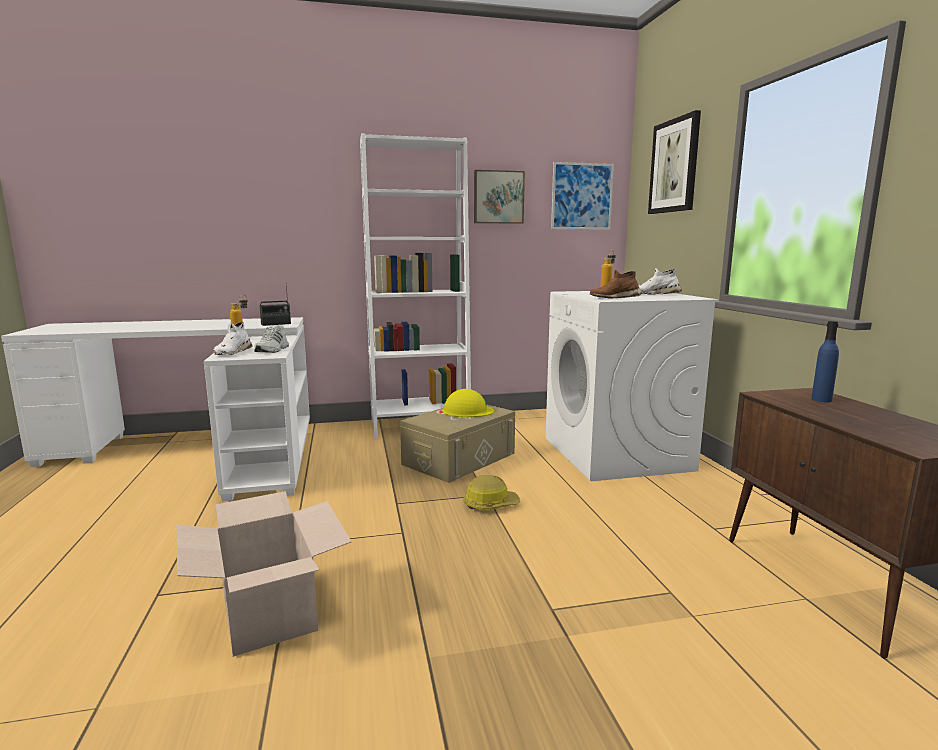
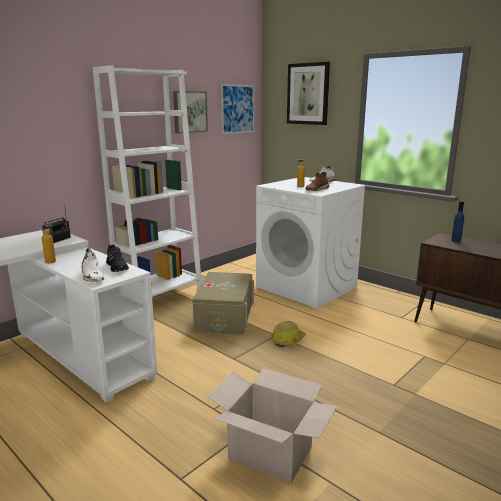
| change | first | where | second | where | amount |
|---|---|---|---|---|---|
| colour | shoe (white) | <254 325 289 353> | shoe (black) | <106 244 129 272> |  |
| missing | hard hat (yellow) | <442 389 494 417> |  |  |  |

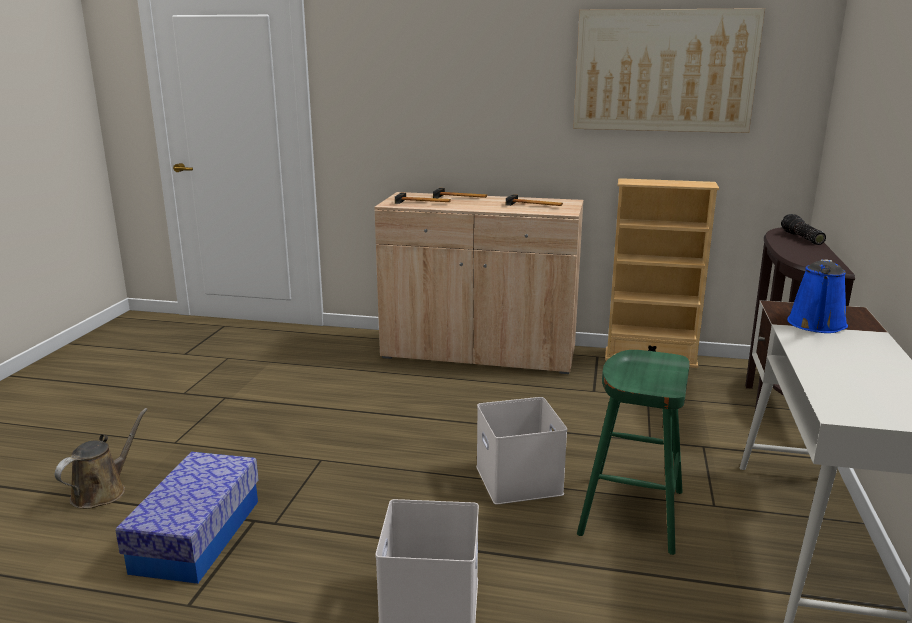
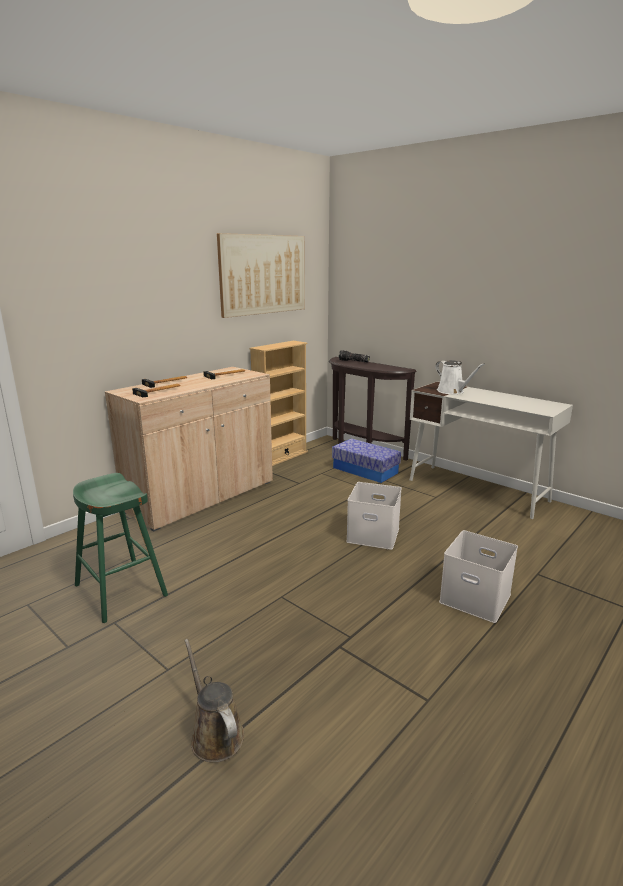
| change | first | where | second | where | amount |
|---|---|---|---|---|---|
| relocated | storage box | <115 452 259 584> |  | <332 438 401 483> |  |
| relocated | stool (green) | <577 350 689 555> |  | <73 473 168 623> |  |
| colour | watering can (blue) | <787 259 848 333> | watering can (white) | <435 360 485 394> |  |

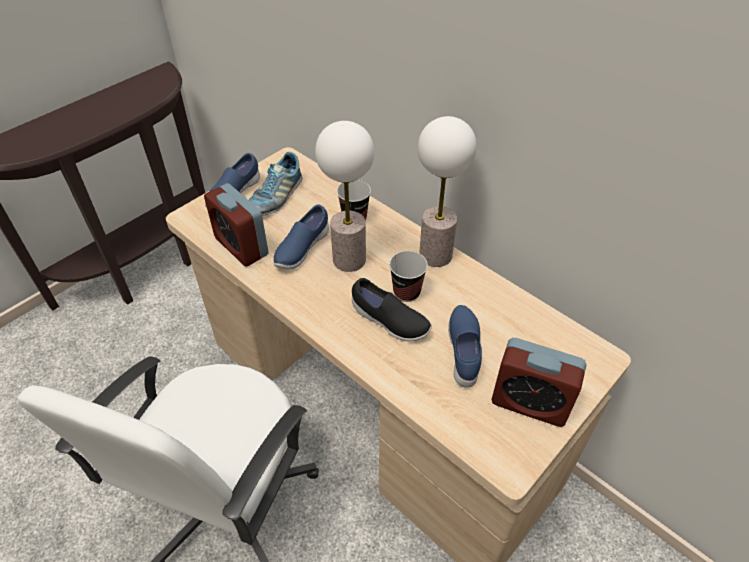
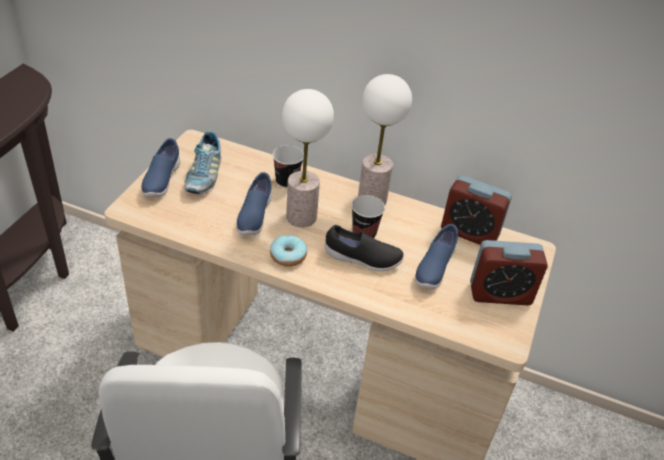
| change | first | where | second | where | amount |
|---|---|---|---|---|---|
| relocated | alarm clock | <204 183 269 267> |  | <441 175 512 245> |  |
| spun | shoe (blue) | <448 305 482 388> |  | <415 224 458 289> | 135 degrees counterclockwise |
| appeared |  |  | donut | <270 235 307 267> |  |

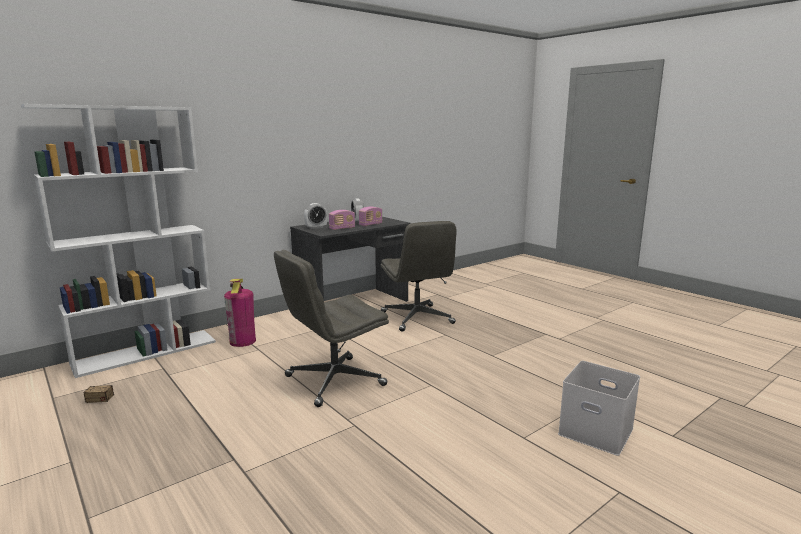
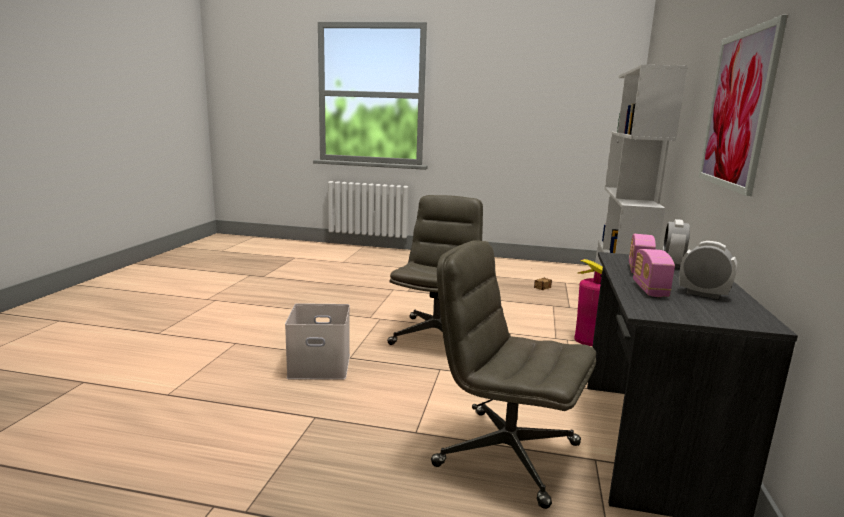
| change | first | where | second | where | amount |
|---|---|---|---|---|---|
| relocated | storage box (white) | <558 361 640 456> |  | <285 303 350 380> |  |
| appeared |  |  | picture | <698 15 788 196> |  |

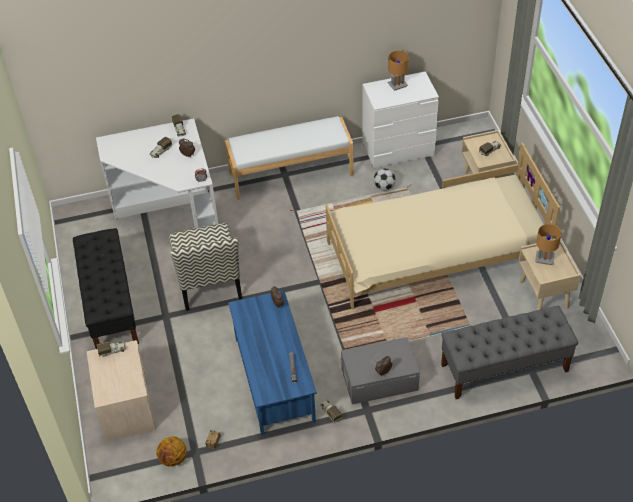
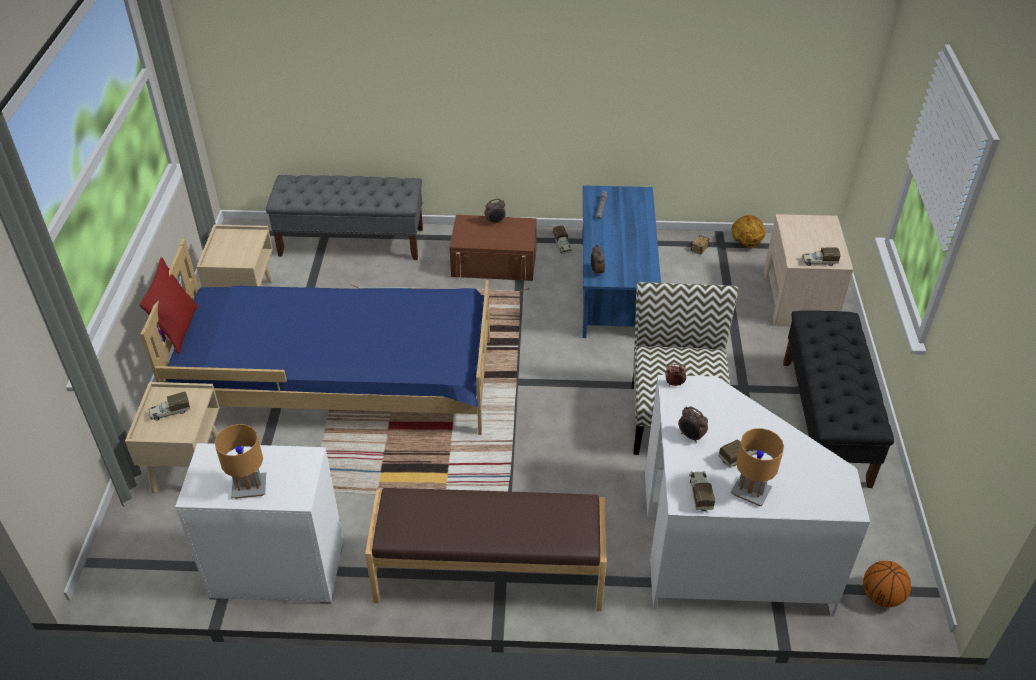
| change | first | where | second | where | amount |
|---|---|---|---|---|---|
| colour | bench (white) | <225 116 354 200> | bench (brown) | <365 488 607 611> |  |
| colour | bed (beige) | <326 142 560 309> | bed (blue) | <140 239 490 435> |  |
| colour | storage box (grey) | <341 337 420 404> | storage box (brown) | <449 215 537 281> |  |
| missing | football | <374 169 396 191> |  |  |  |
| relocated | table lamp (brown) | <535 224 562 265> |  | <730 428 784 506> |  |
| appeared |  |  | pillow (red) | <140 257 198 354> |  |
| appeared |  |  | basketball | <863 561 911 607> |  |

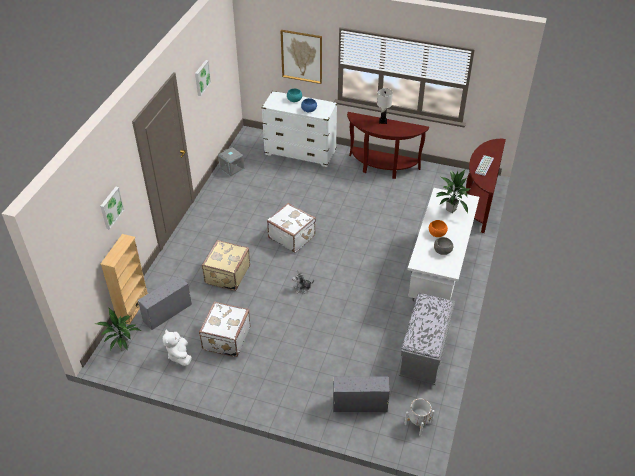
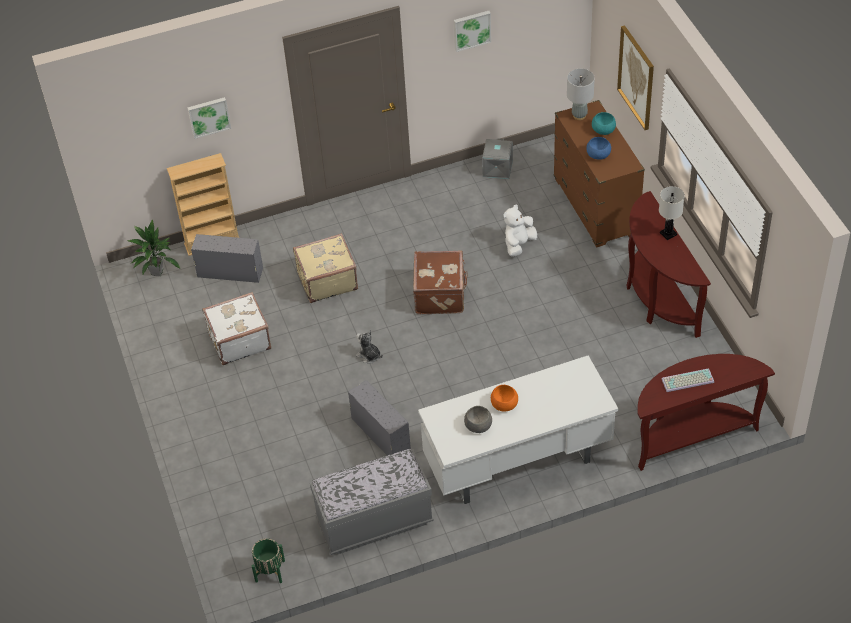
| change | first | where | second | where | amount |
|---|---|---|---|---|---|
| relocated | plush toy (white) | <163 329 192 366> |  | <504 205 537 257> |  |
| colour | dresser (white) | <261 91 337 167> | dresser (brown) | <554 100 645 247> |  |
| colour | suitcase (white) | <267 203 316 253> | suitcase (brown) | <413 251 468 314> |  |
| relocated | storage box (grey) | <333 377 390 412> |  | <348 380 411 456> |  |
| colour | planter (white) | <404 398 434 436> | planter (green) | <252 538 285 583> |  |
| missing | potted plant | <436 170 470 213> |  |  |  |
| appeared |  |  | table lamp (grey) | <567 69 595 120> |  |

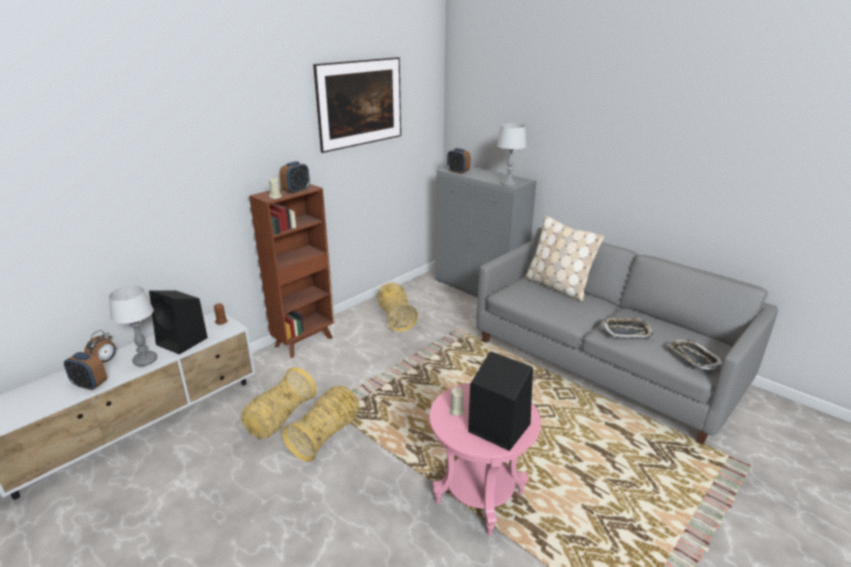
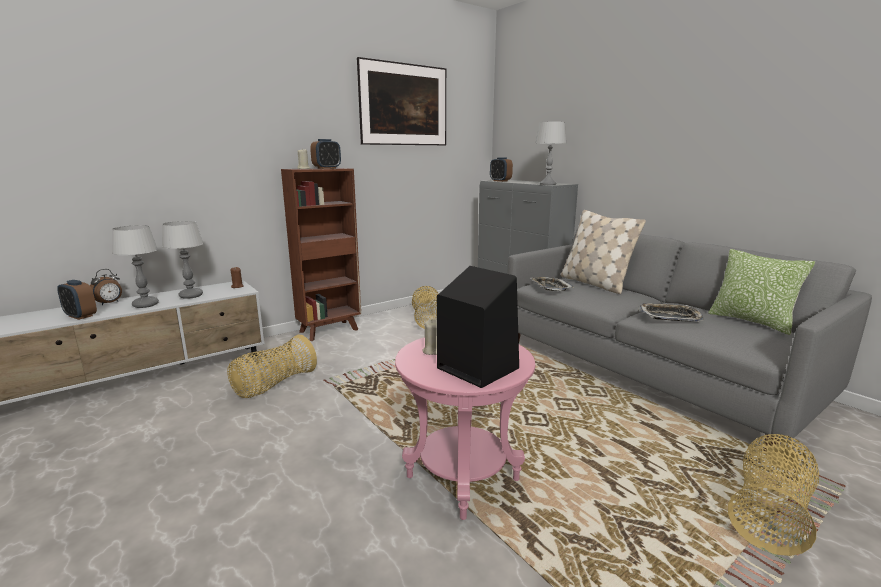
| change | first | where | second | where | amount |
|---|---|---|---|---|---|
| exchanged | speaker (black) | <149 290 208 355> | table lamp | <162 221 203 299> |  |
| relocated | basket | <282 386 359 462> |  | <728 434 819 556> |  |
| relocated | tray | <667 339 723 370> |  | <531 277 574 291> |  |
| appeared |  |  | pillow | <708 249 815 335> |  |

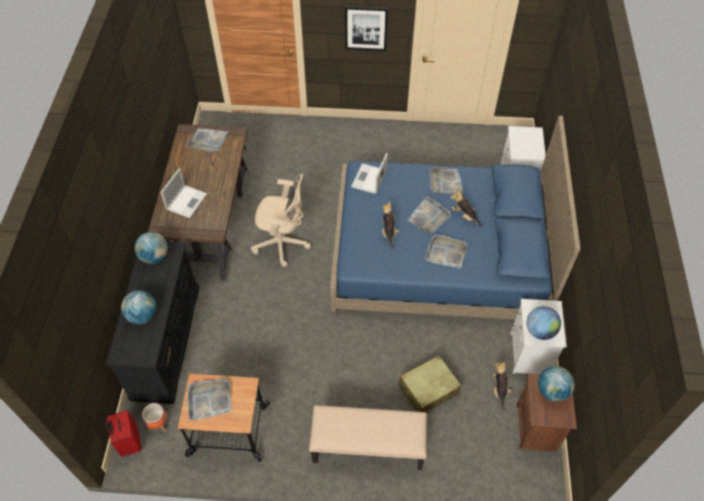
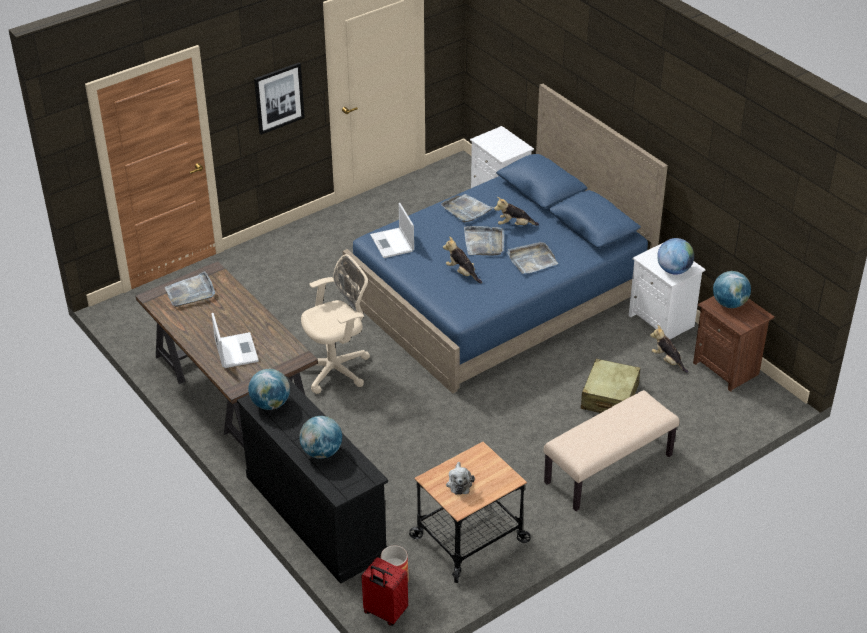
| change | first | where | second | where | amount |
|---|---|---|---|---|---|
| exchanged | tray (grey) | <187 378 232 421> | plush toy | <446 462 475 495> |  |

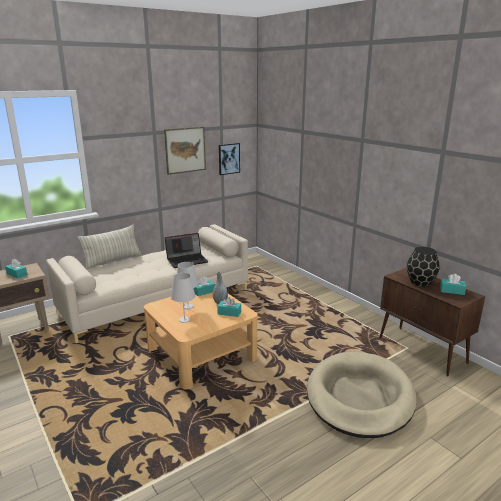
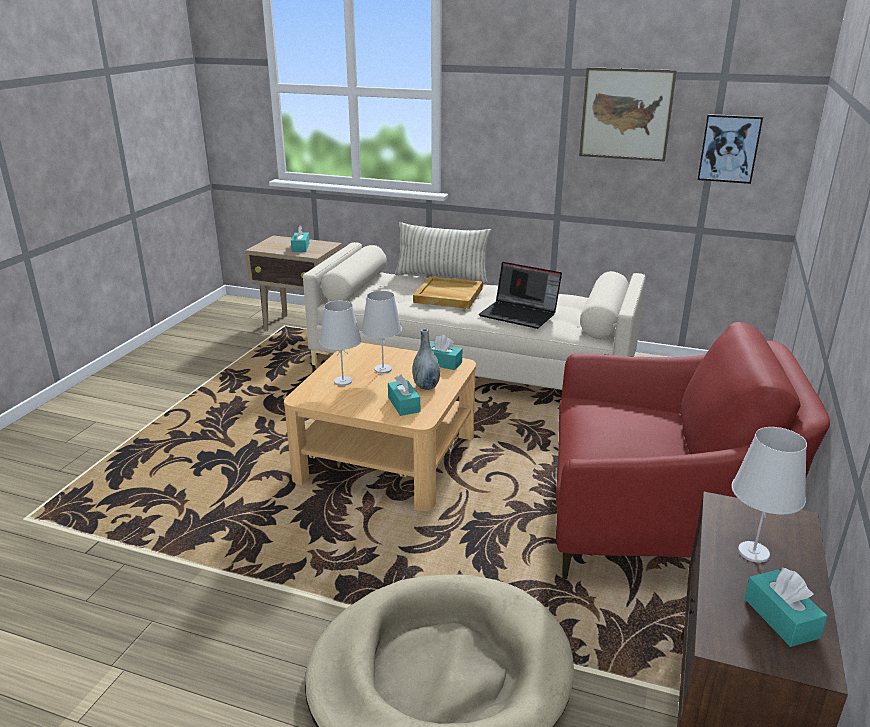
| change | first | where | second | where | amount |
|---|---|---|---|---|---|
| exchanged | vase (black) | <407 247 440 286> | table lamp (white) | <731 427 807 563> |  |
| appeared |  |  | tray (beige) | <413 276 483 309> |  |
| appeared |  |  | armchair (red) | <556 322 830 579> |  |

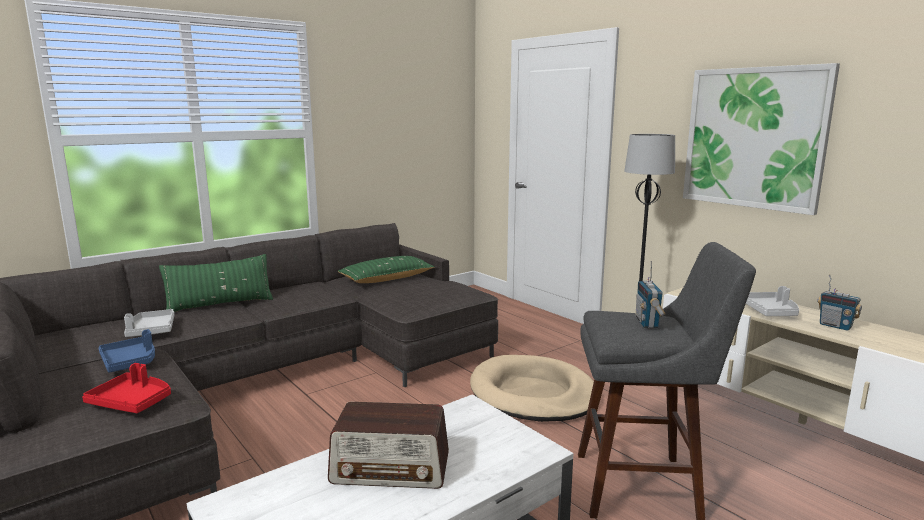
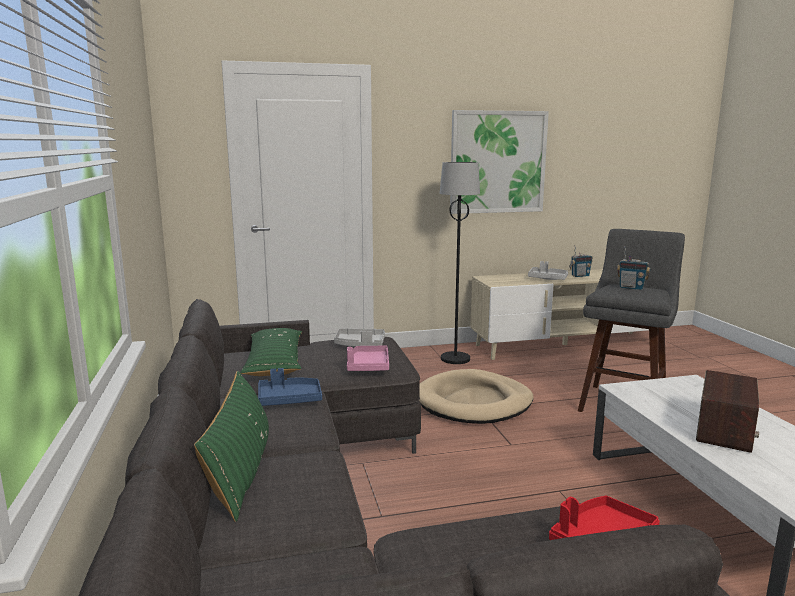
| change | first | where | second | where | amount |
|---|---|---|---|---|---|
| relocated | tray (blue) | <99 329 155 373> |  | <258 368 322 406> |  |
| relocated | tray (grey) | <124 309 175 337> |  | <334 328 385 347> |  |
| appeared |  |  | tray (pink) | <347 346 389 371> |  |

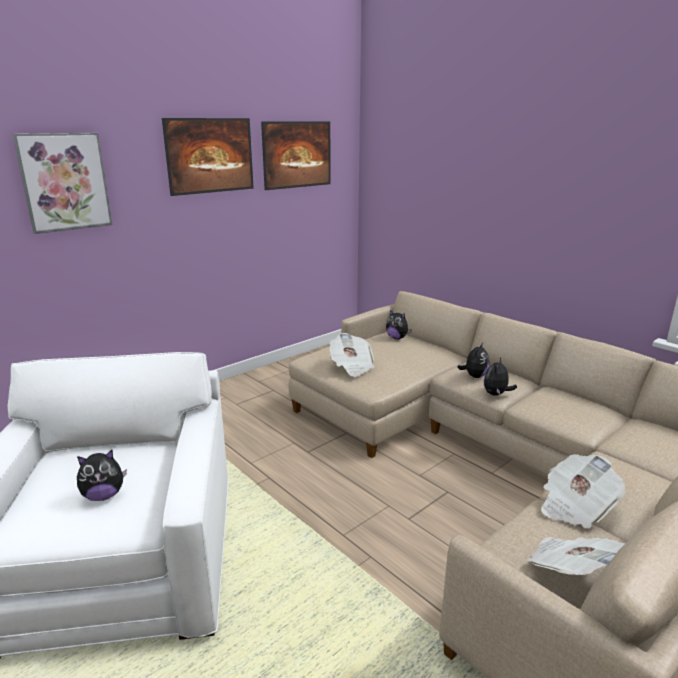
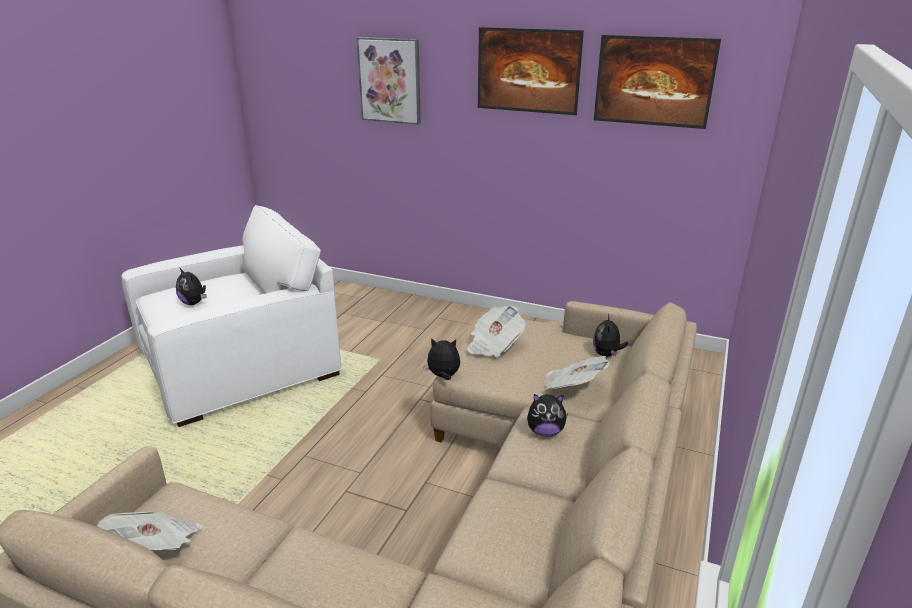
| change | first | where | second | where | amount |
|---|---|---|---|---|---|
| relocated | plush toy | <484 357 517 396> |  | <423 338 460 380> |  |
| relocated | newspaper | <541 454 625 528> |  | <544 356 610 390> |  |

